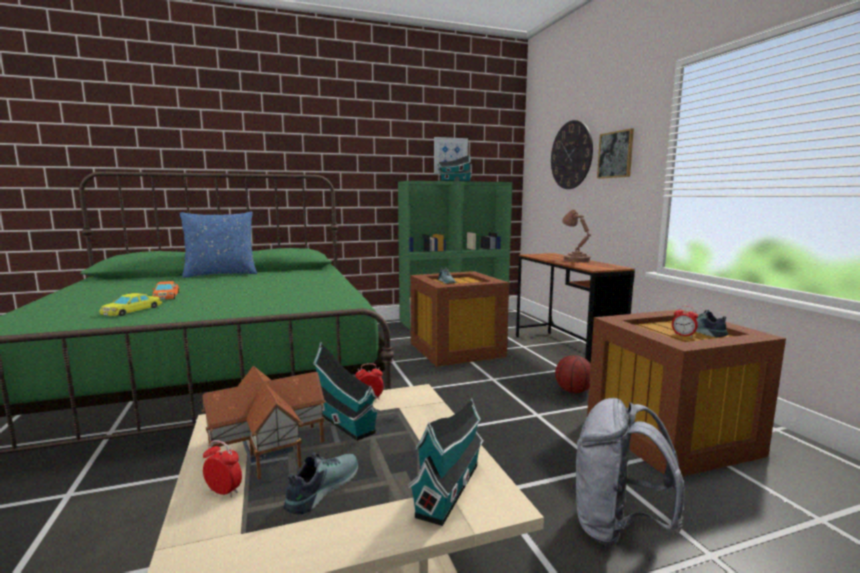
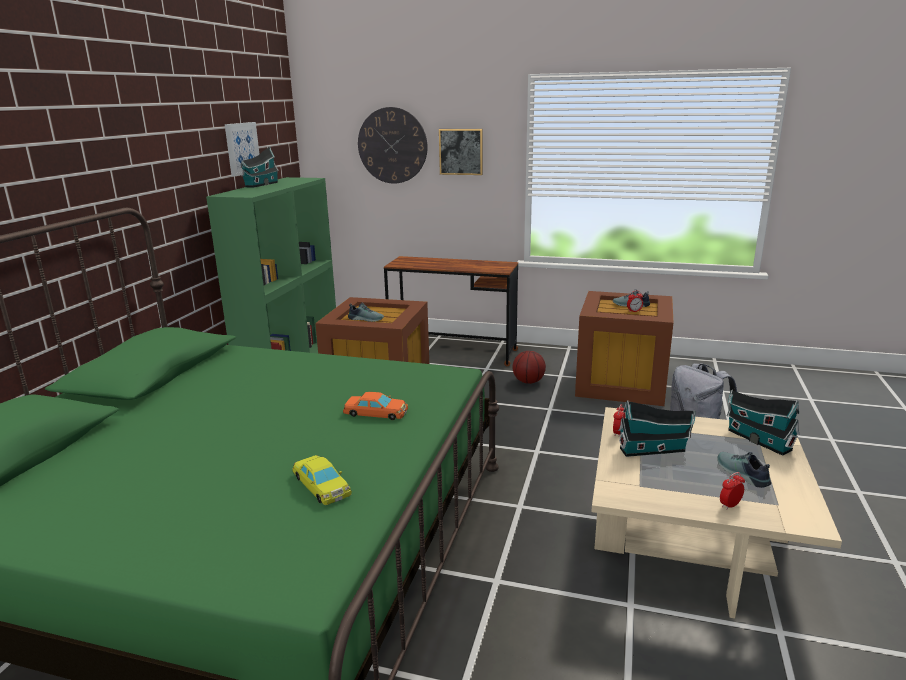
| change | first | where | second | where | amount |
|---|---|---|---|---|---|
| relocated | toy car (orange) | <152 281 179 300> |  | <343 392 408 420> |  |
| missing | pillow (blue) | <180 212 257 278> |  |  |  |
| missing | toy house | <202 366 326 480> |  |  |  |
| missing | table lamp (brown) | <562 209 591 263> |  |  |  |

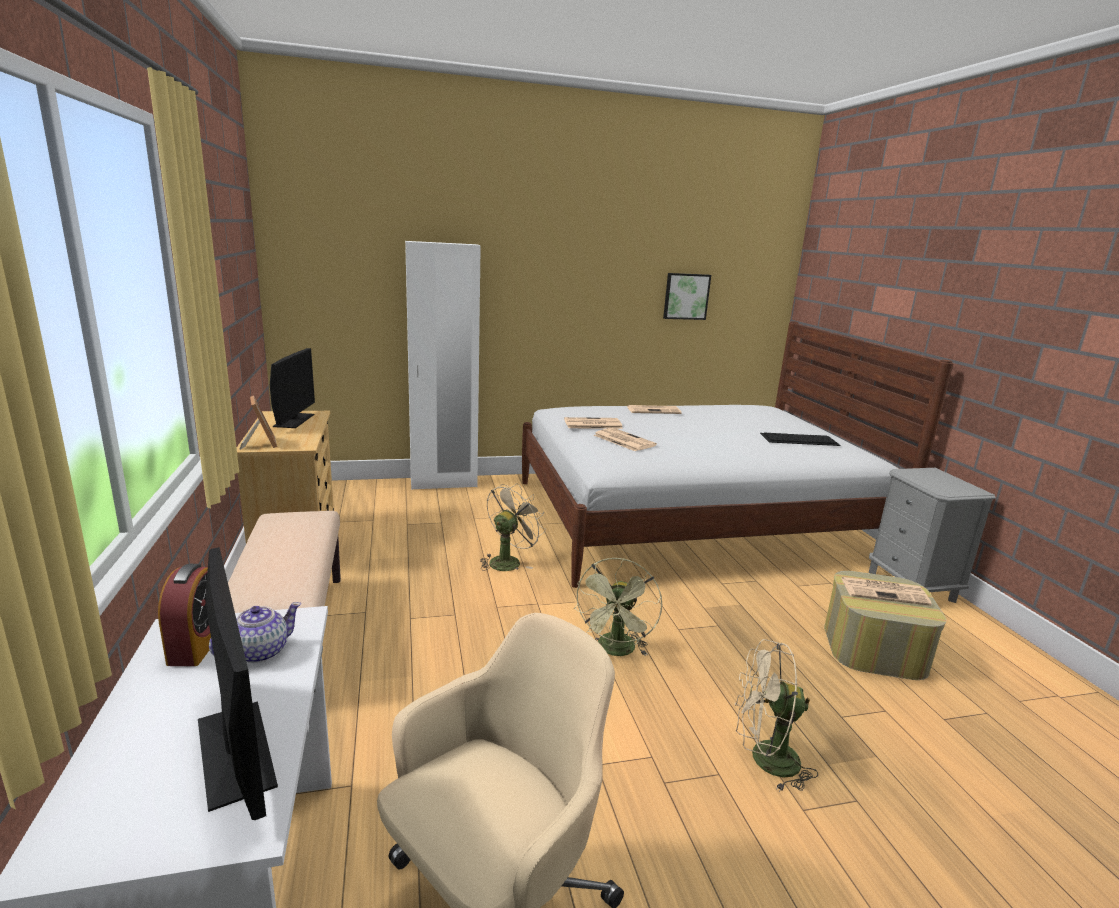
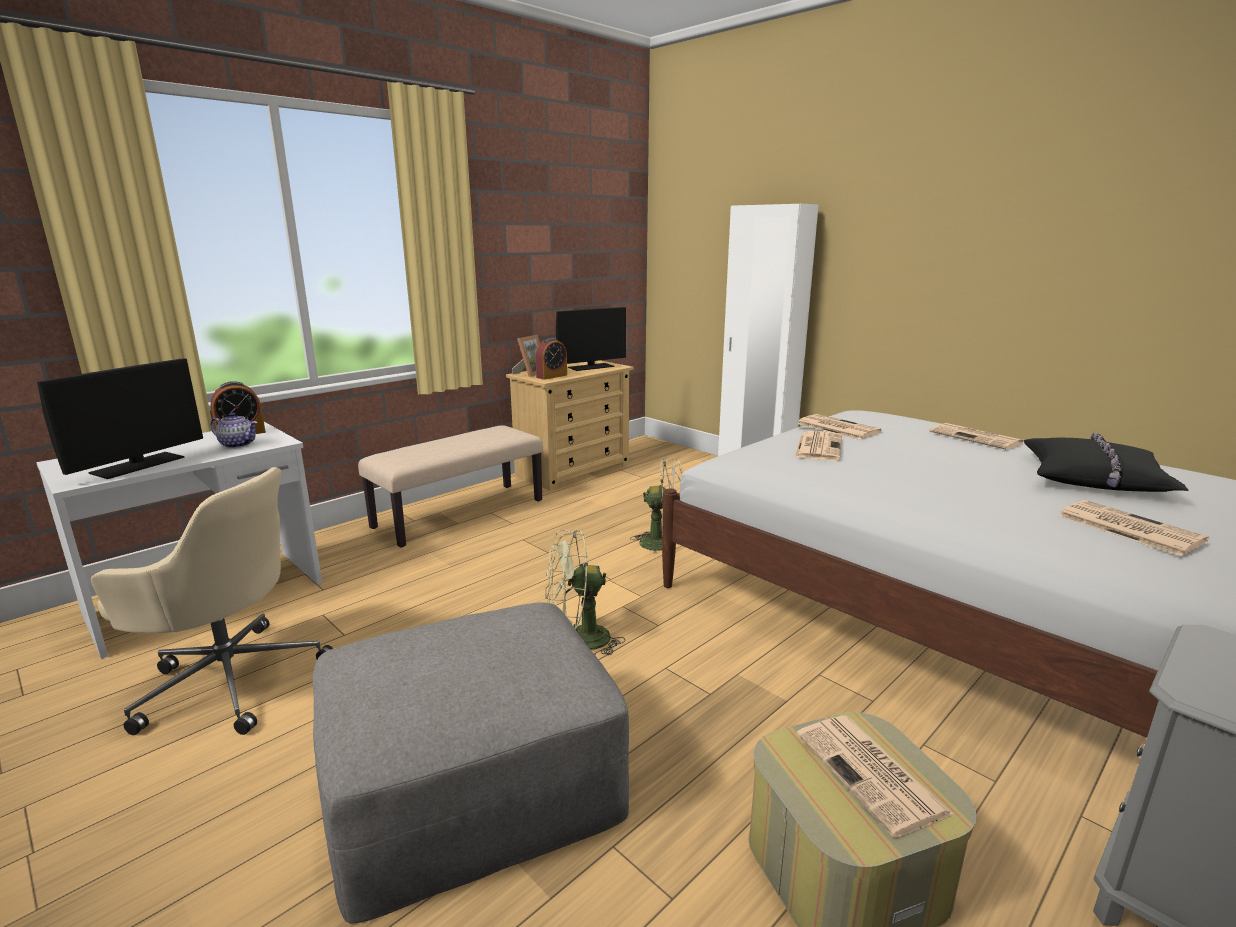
| change | first | where | second | where | amount |
|---|---|---|---|---|---|
| missing | picture | <663 273 711 320> |  |  |  |
| exchanged | fan (beige) | <735 639 818 792> | ottoman (grey) | <312 602 629 923> |  |
| exchanged | keyboard | <760 433 841 446> | newspaper | <1058 500 1209 556> |  |
| appeared |  |  | alarm clock | <536 338 567 380> |  |
| appeared |  |  | pillow (black) | <1024 433 1189 492> |  |

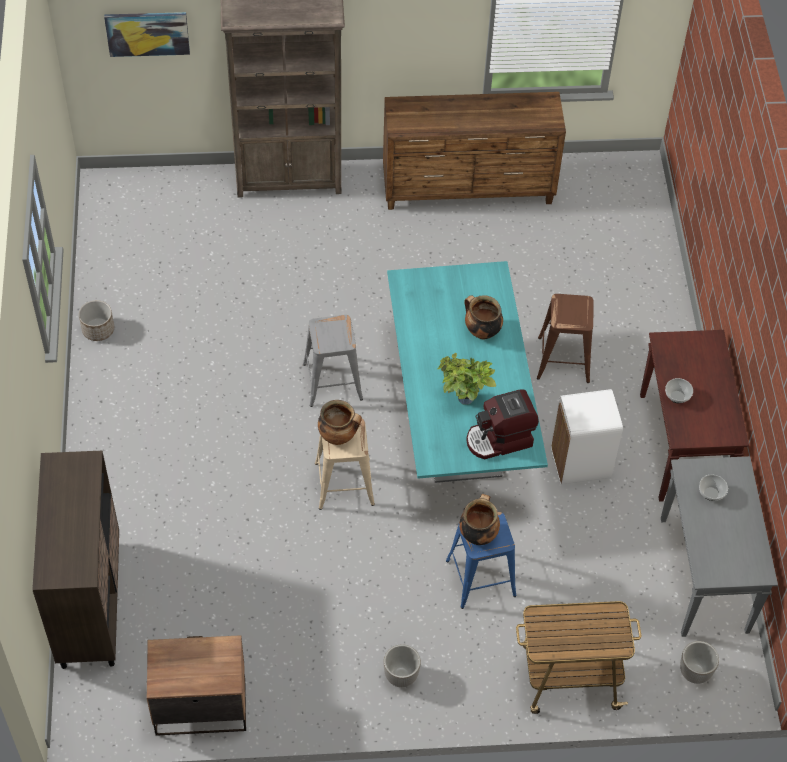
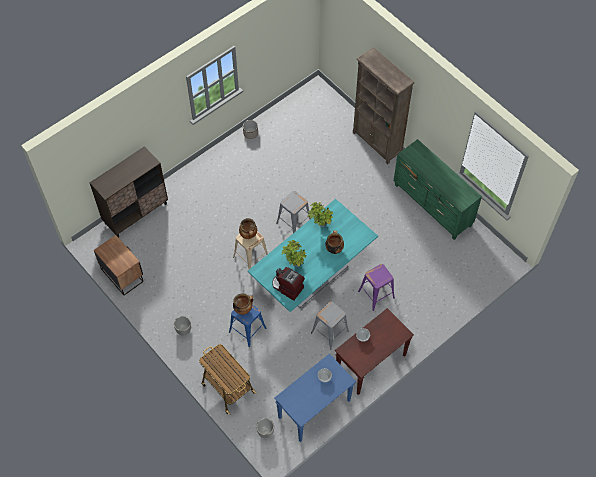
| change | first | where | second | where | amount |
|---|---|---|---|---|---|
| missing | picture | <104 12 190 57> |  |  |  |
| colour | dresser (brown) | <383 92 566 210> | dresser (green) | <394 139 482 240> |  |
| colour | stool (brown) | <537 294 594 383> | stool (purple) | <358 264 395 311> |  |
| exchanged | trash can (white) | <551 389 623 485> | stool (grey) | <311 301 349 350> |  |
| colour | console table (grey) | <661 456 778 637> | console table (blue) | <274 353 356 442> |  |
| appeared |  |  | potted plant | <308 202 334 227> |  |

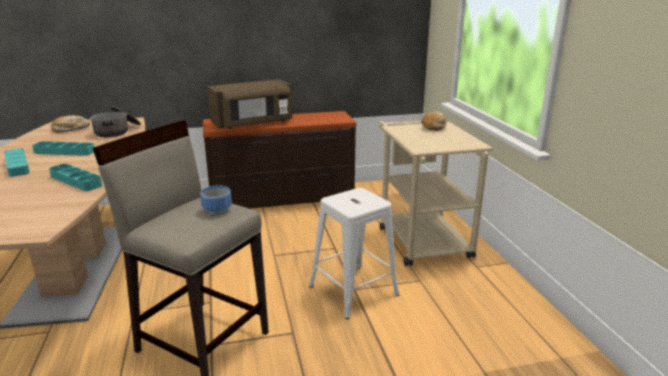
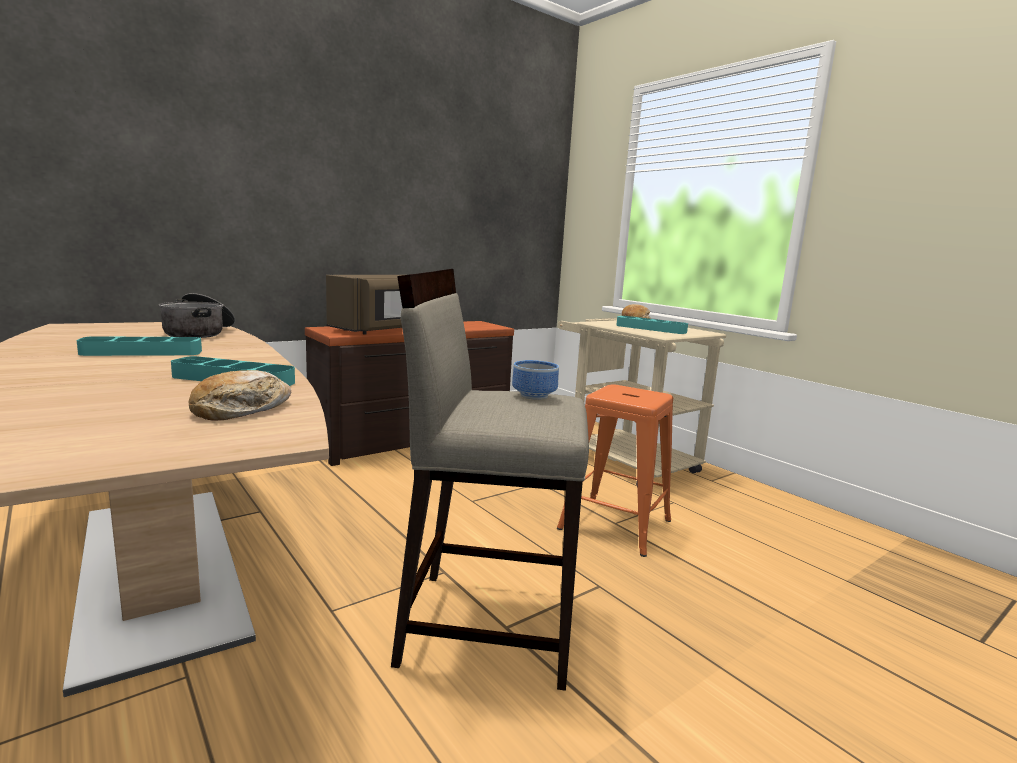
| change | first | where | second | where | amount |
|---|---|---|---|---|---|
| relocated | tray (turquoise) | <4 148 30 177> |  | <616 316 688 334> |  |
| relocated | bread | <51 115 90 133> |  | <188 370 291 421> |  |
| colour | stool (white) | <309 188 399 319> | stool (orange) | <557 384 673 557> |  |

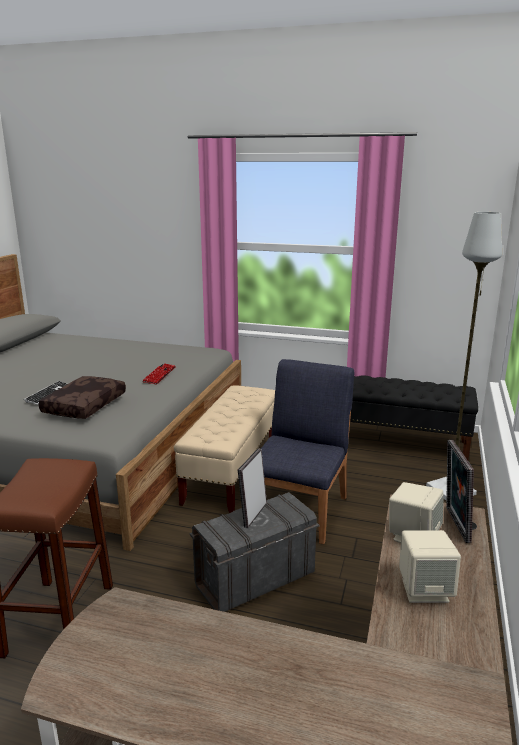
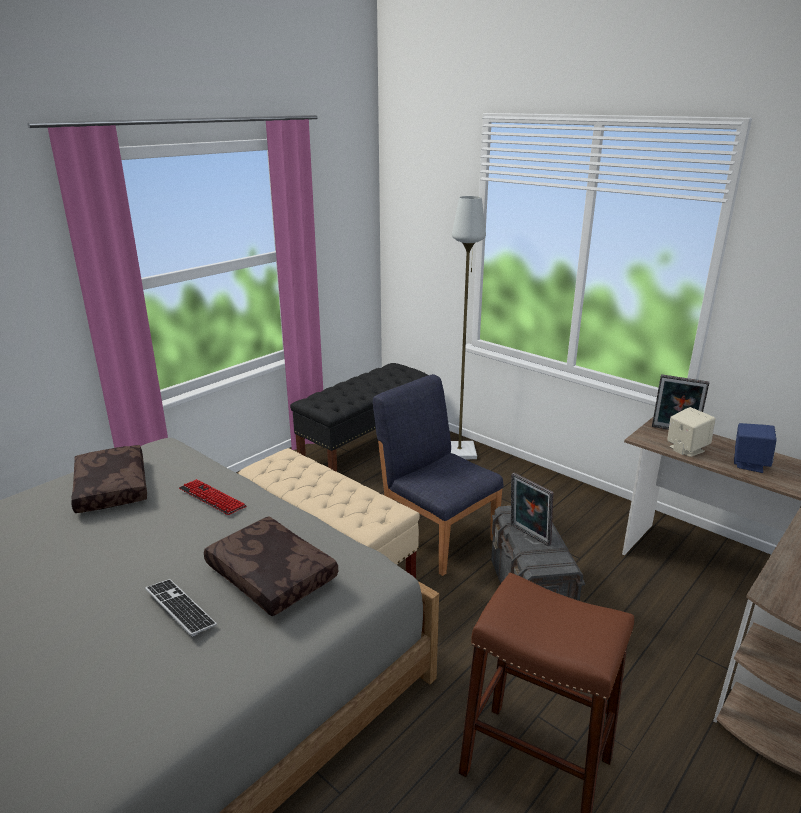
| change | first | where | second | where | amount |
|---|---|---|---|---|---|
| colour | speaker (beige) | <399 530 461 603> | speaker (blue) | <734 423 777 473> |  |
| appeared |  |  | pillow (brown) | <72 445 147 513> |  |

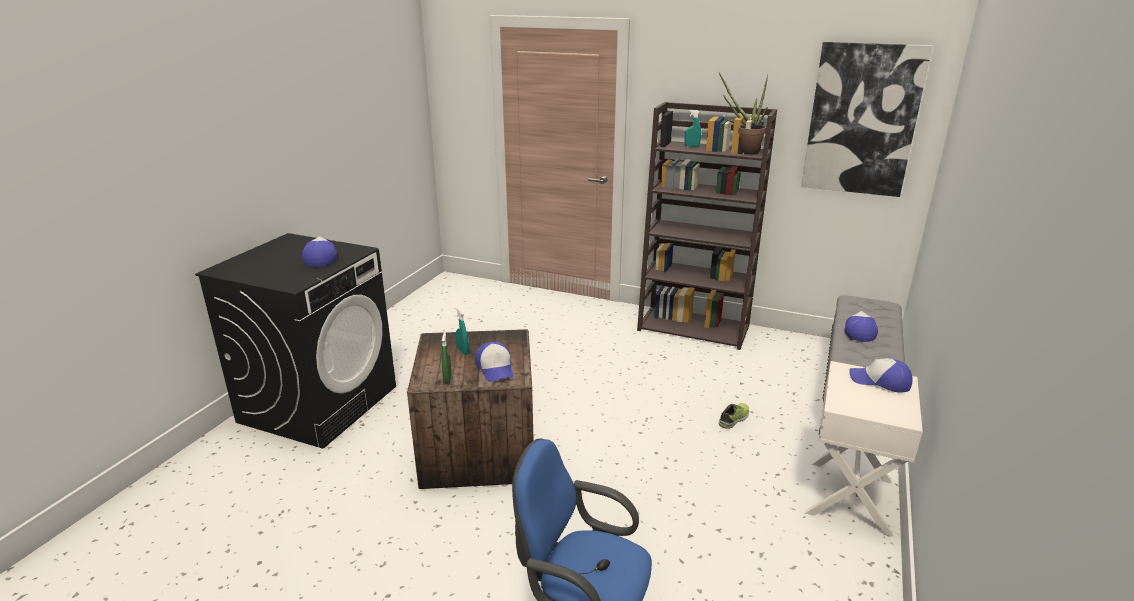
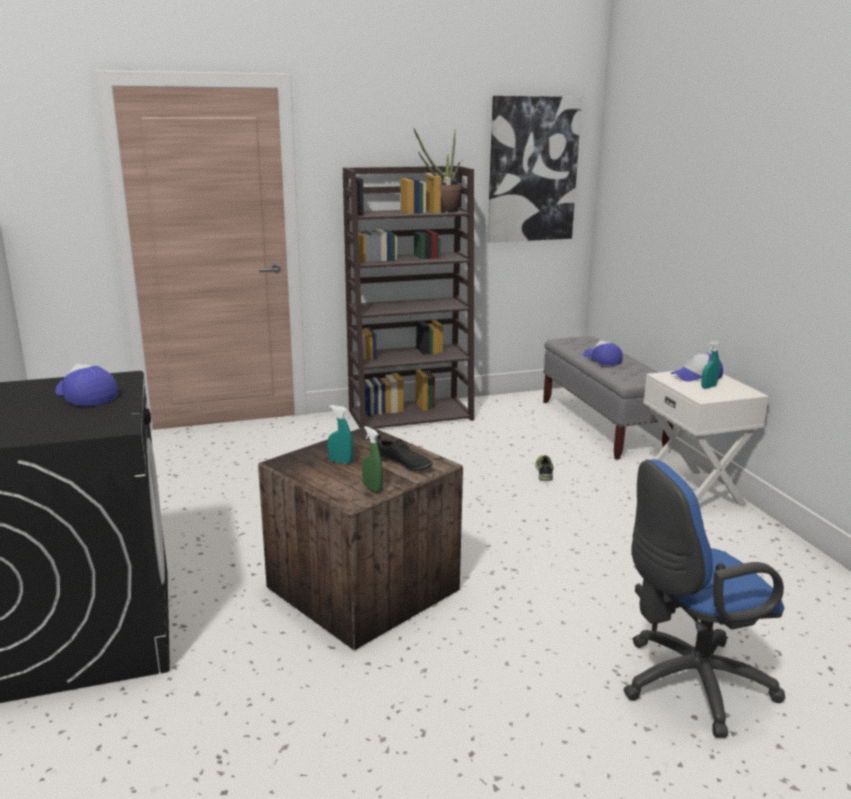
| change | first | where | second | where | amount |
|---|---|---|---|---|---|
| exchanged | cap | <475 342 513 382> | shoe (black) | <377 435 433 471> |  |
| relocated | spray bottle (turquoise) | <685 110 701 147> |  | <701 341 720 389> |  |

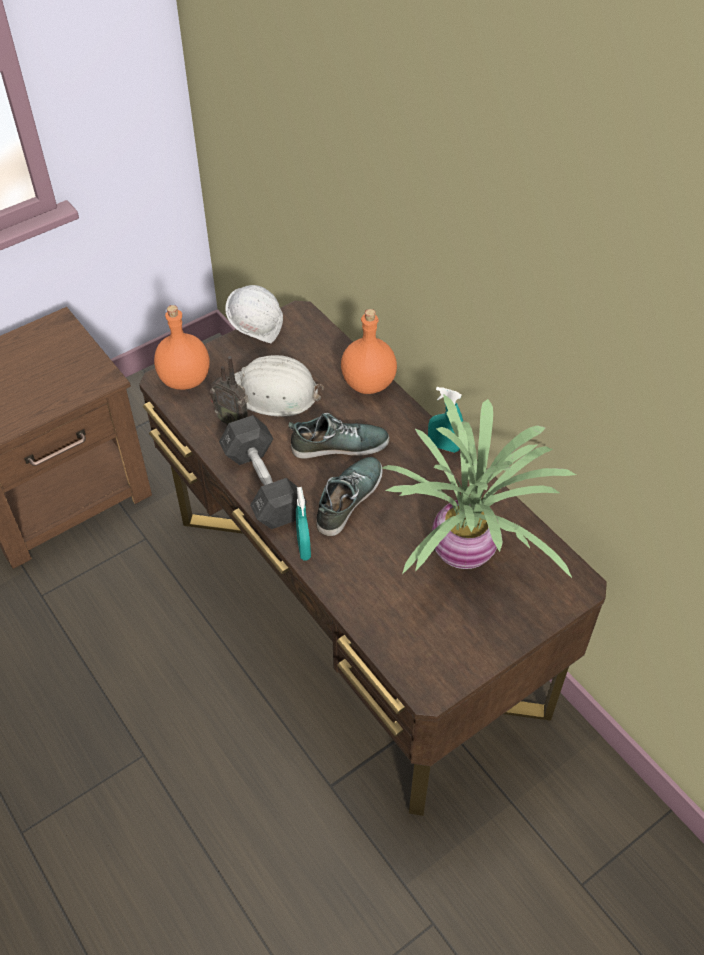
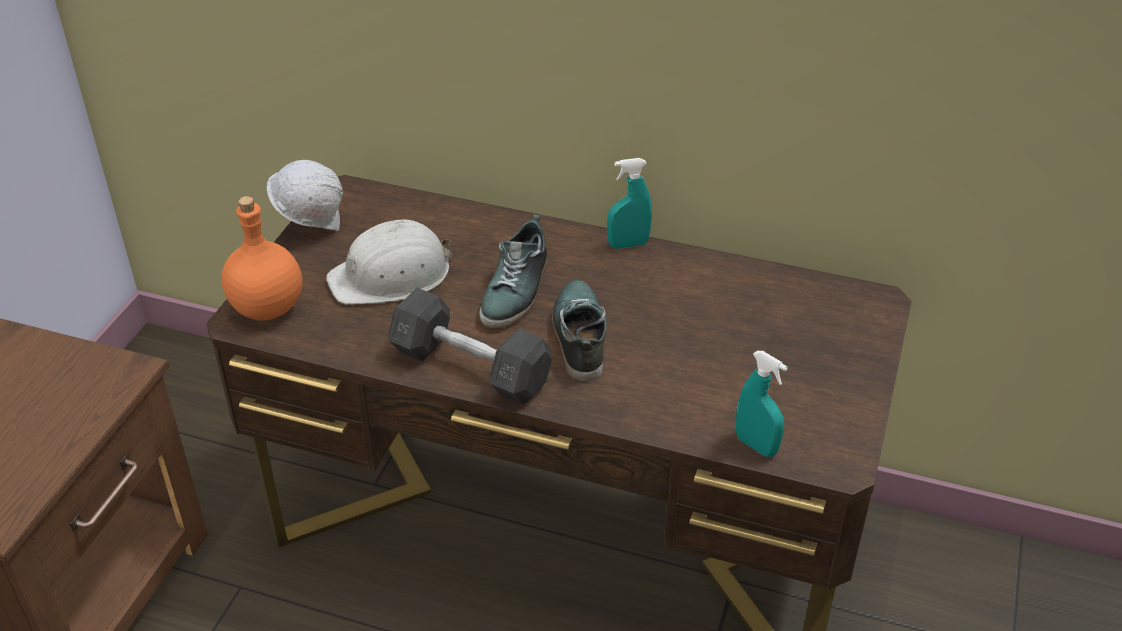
| change | first | where | second | where | amount |
|---|---|---|---|---|---|
| missing | radio | <209 356 248 426> |  |  |  |
| spun | shoe | <288 413 390 459> |  | <479 214 547 328> | 150 degrees clockwise |
| relocated | spray bottle (turquoise) | <296 487 311 560> |  | <736 351 788 457> |  |
| missing | bottle (orange) | <341 309 397 394> |  |  |  |
| missing | potted plant | <382 394 576 578> |  |  |  |

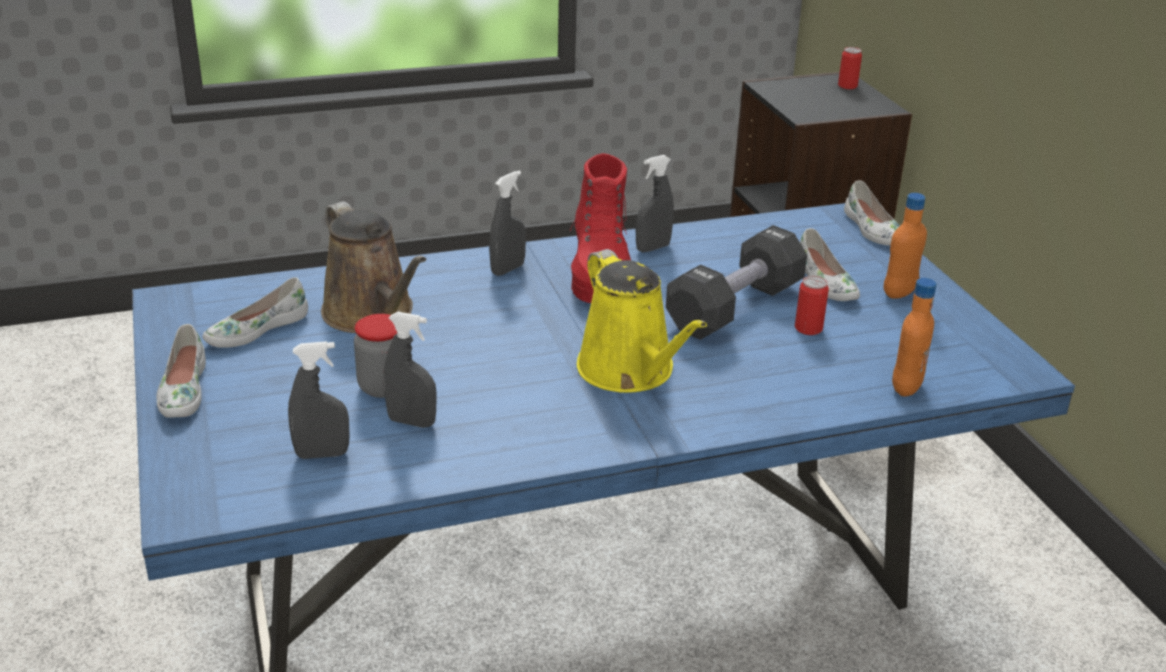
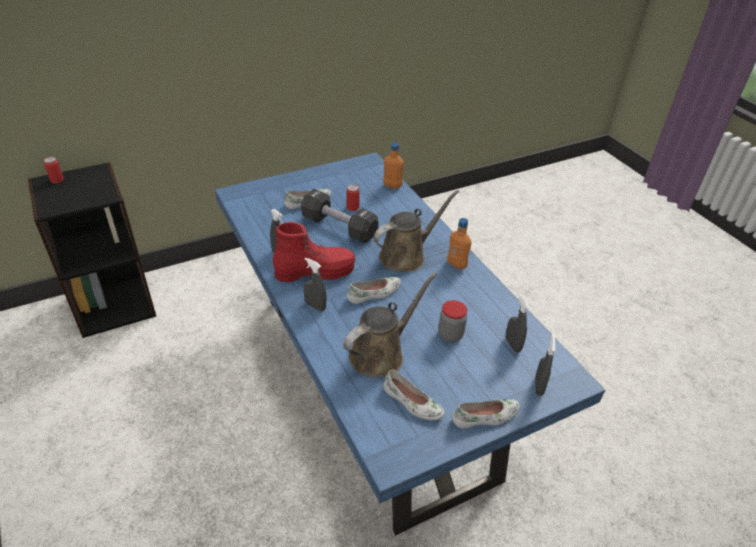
| change | first | where | second | where | amount |
|---|---|---|---|---|---|
| relocated | spray bottle (grey) | <384 312 436 428> |  | <535 333 555 396> |  |
| colour | watering can (yellow) | <577 249 707 393> | watering can (brown) | <374 190 459 271> |  |
| relocated | shoe (white) | <844 180 900 246> |  | <347 277 401 304> |  |
| relocated | bottle (orange) | <883 193 927 299> |  | <447 218 471 269> |  |

